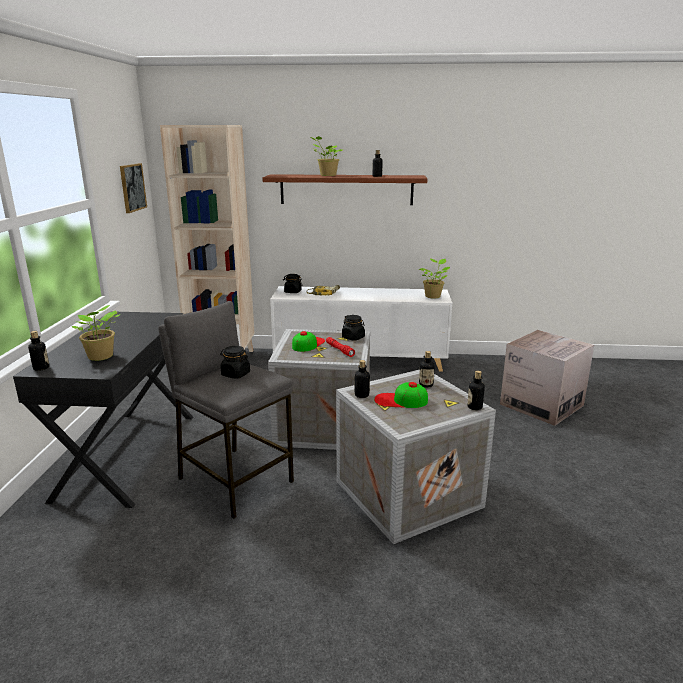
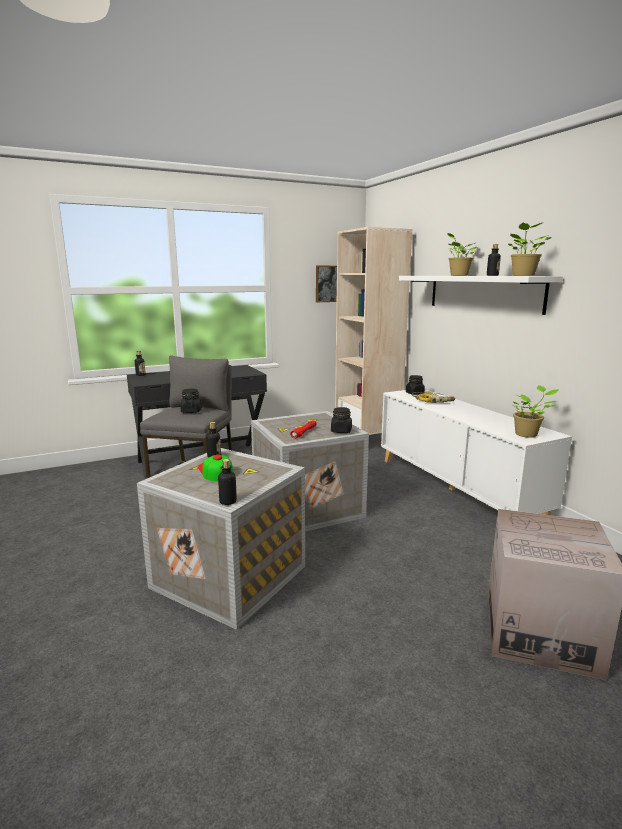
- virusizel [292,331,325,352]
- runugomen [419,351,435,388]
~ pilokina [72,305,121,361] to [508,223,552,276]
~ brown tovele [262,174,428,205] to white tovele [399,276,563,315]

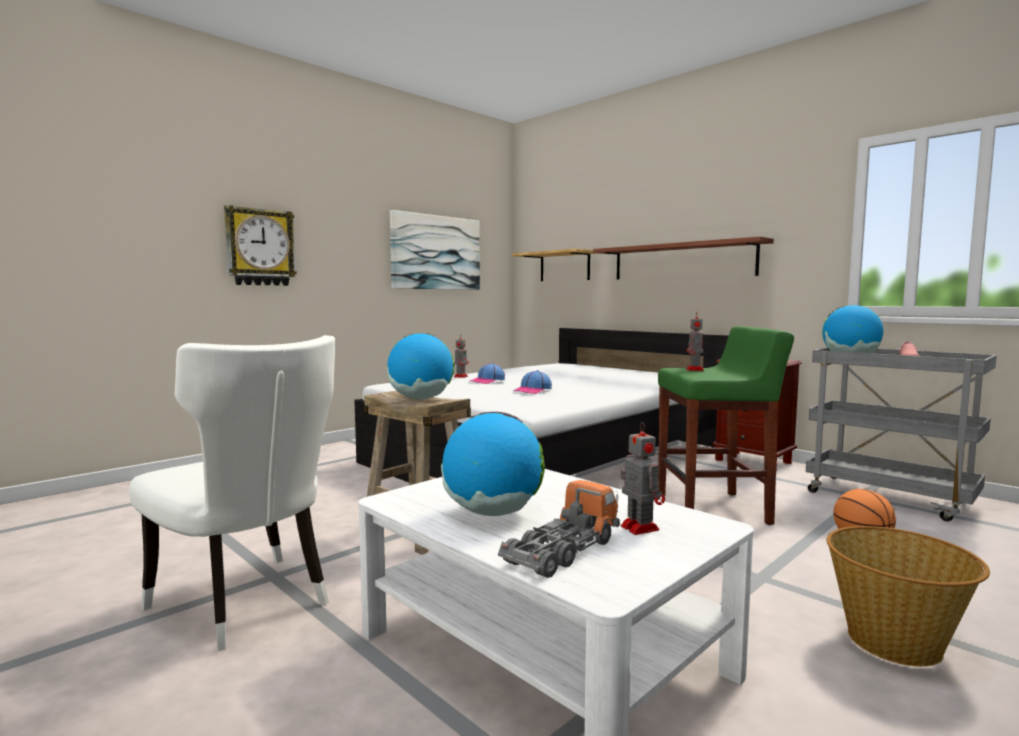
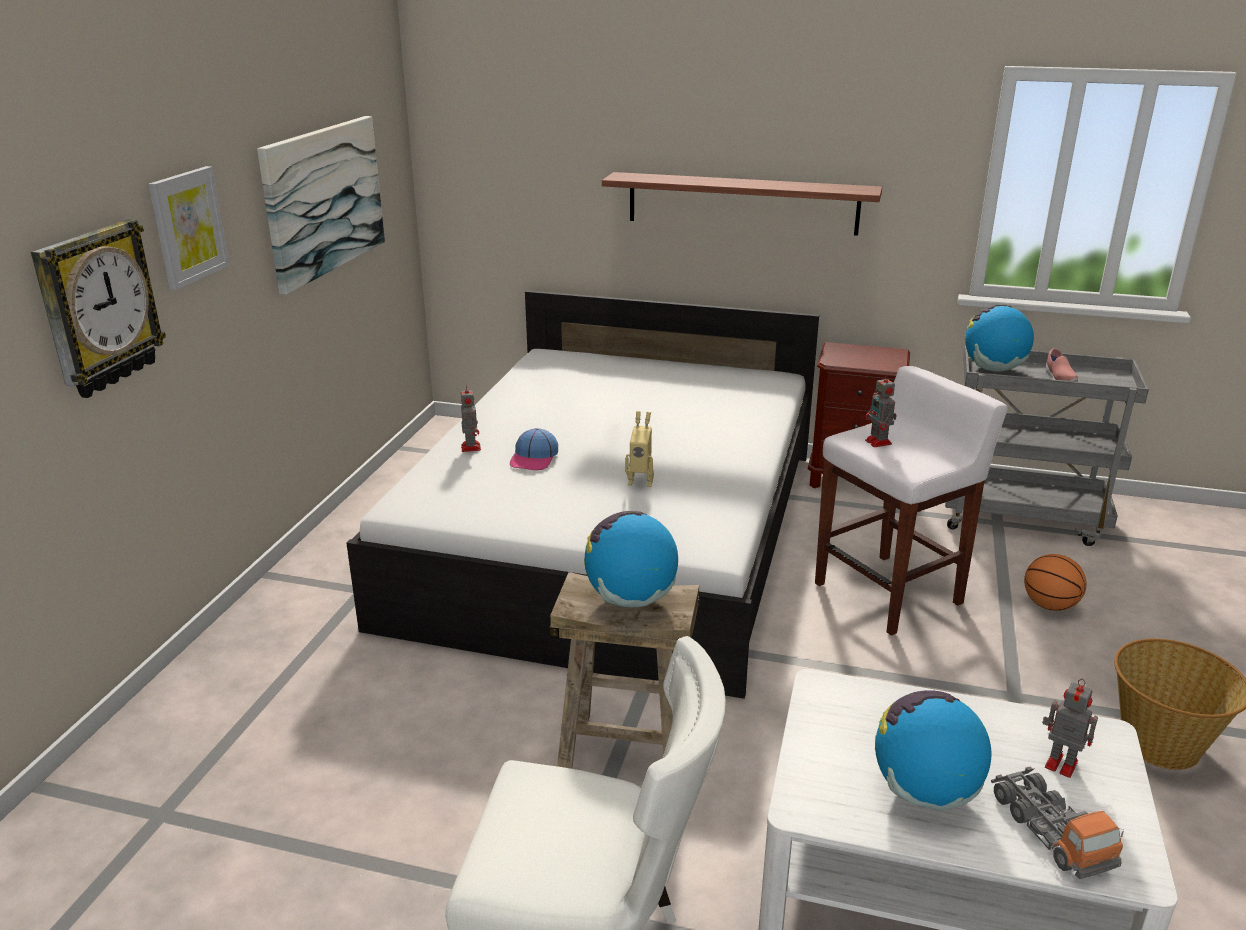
- tovele [512,249,596,281]
+ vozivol [148,166,230,290]
~ virusizel [513,370,552,394] to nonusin [625,411,654,487]
~ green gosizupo [658,326,794,525] to white gosizupo [815,366,1008,636]
~ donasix [498,480,620,578] = [991,766,1124,879] 150 degrees clockwise

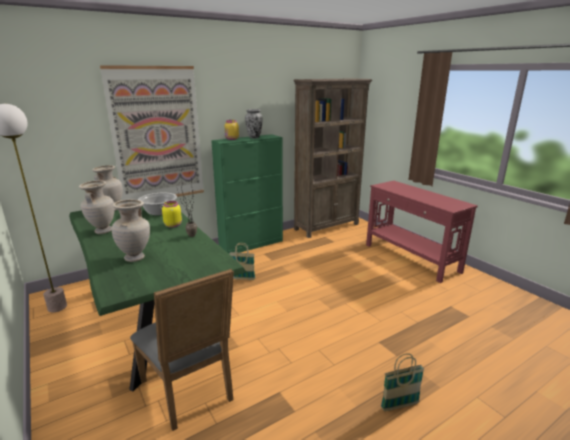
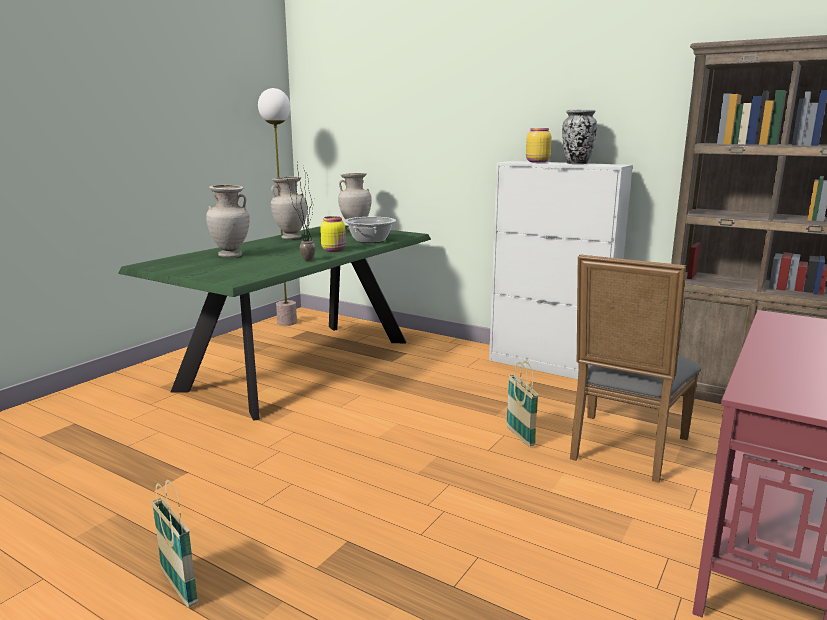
- vozivol [100,65,204,200]
~ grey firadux [130,269,234,431] to [570,254,702,483]
~ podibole [229,242,255,280] to [506,361,539,446]
~ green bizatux [211,134,283,254] to white bizatux [489,161,633,379]

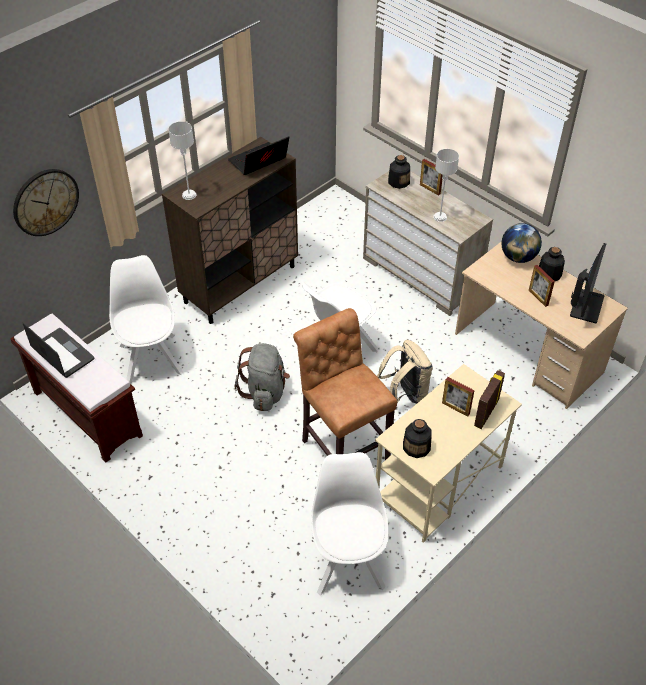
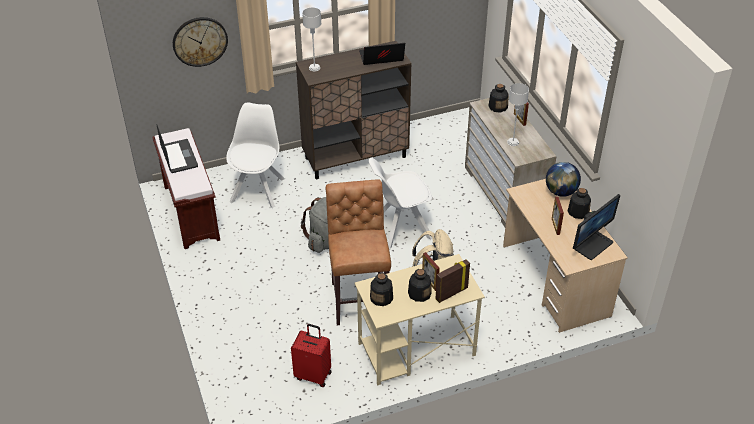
+ runugomen [408,269,432,302]
~ white firadux [311,452,388,596] to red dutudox [291,324,331,387]

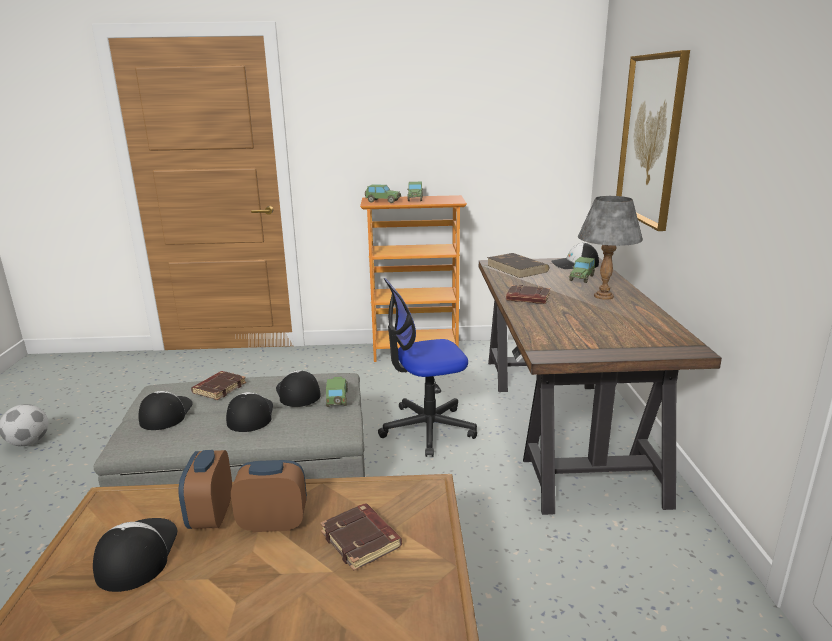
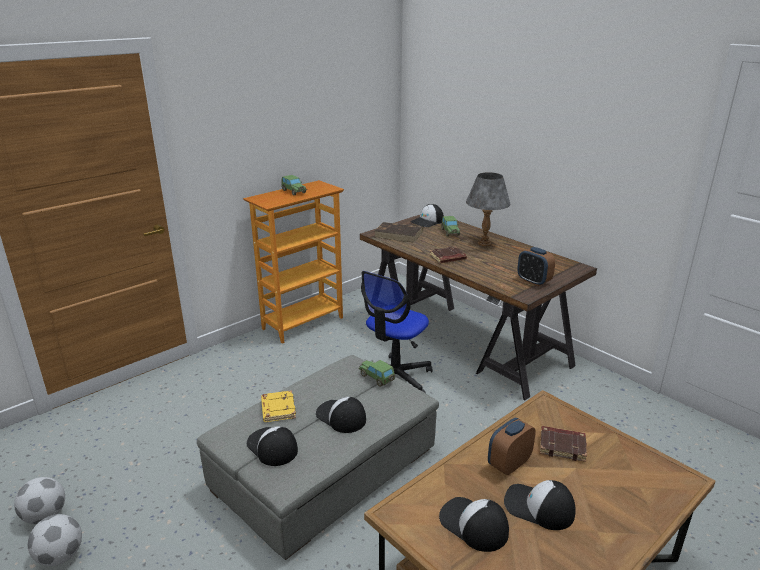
- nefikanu [365,184,401,203]
- vozivol [616,50,690,231]
+ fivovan [14,477,65,524]
~ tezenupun [178,450,232,529] to [517,247,555,286]
~ virusizel [276,370,321,407] to [504,480,576,530]
~ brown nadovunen [191,371,246,400] to yellow nadovunen [261,390,296,422]

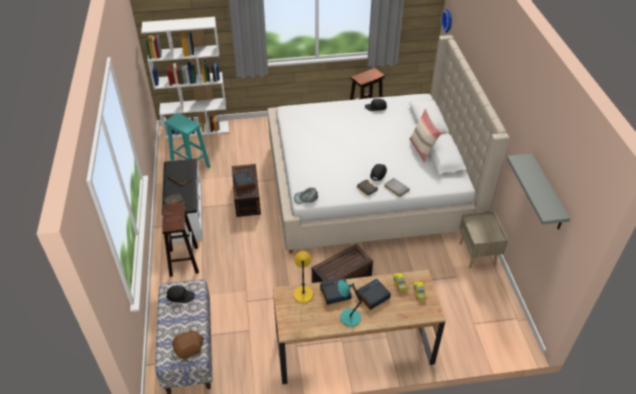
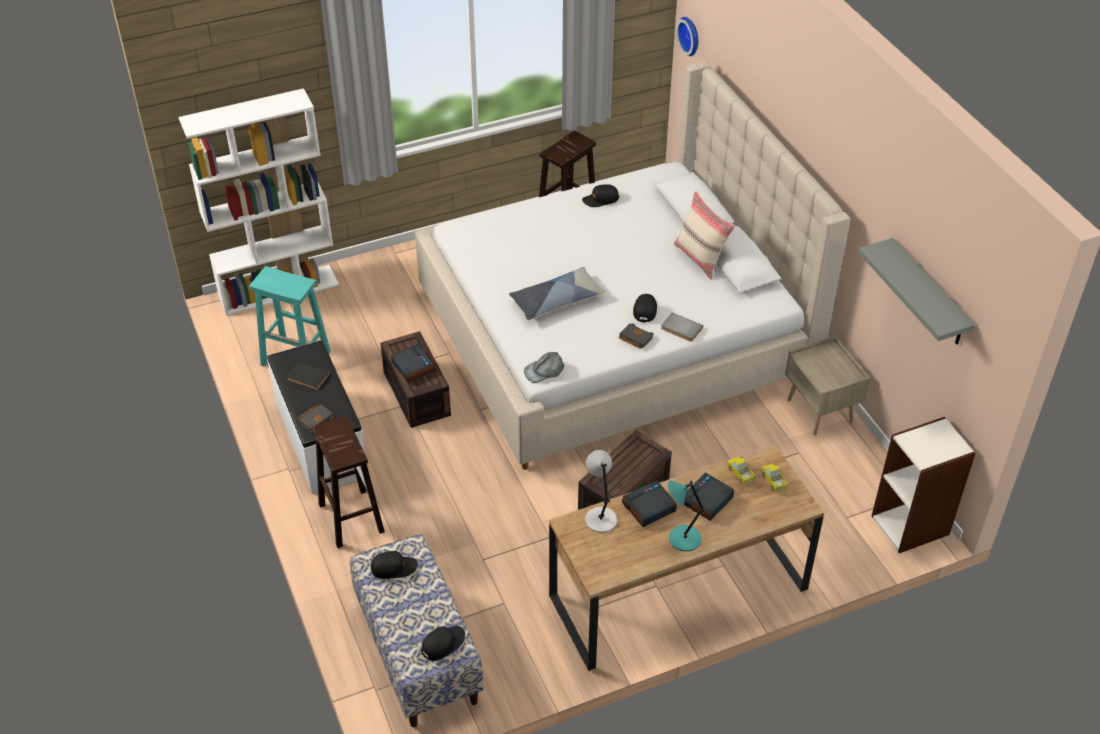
+ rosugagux [509,267,605,320]
+ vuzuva [871,417,976,553]
~ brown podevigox [172,328,204,360] to black virusizel [422,626,465,661]
~ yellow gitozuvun [294,251,314,303] to grey gitozuvun [585,450,617,533]

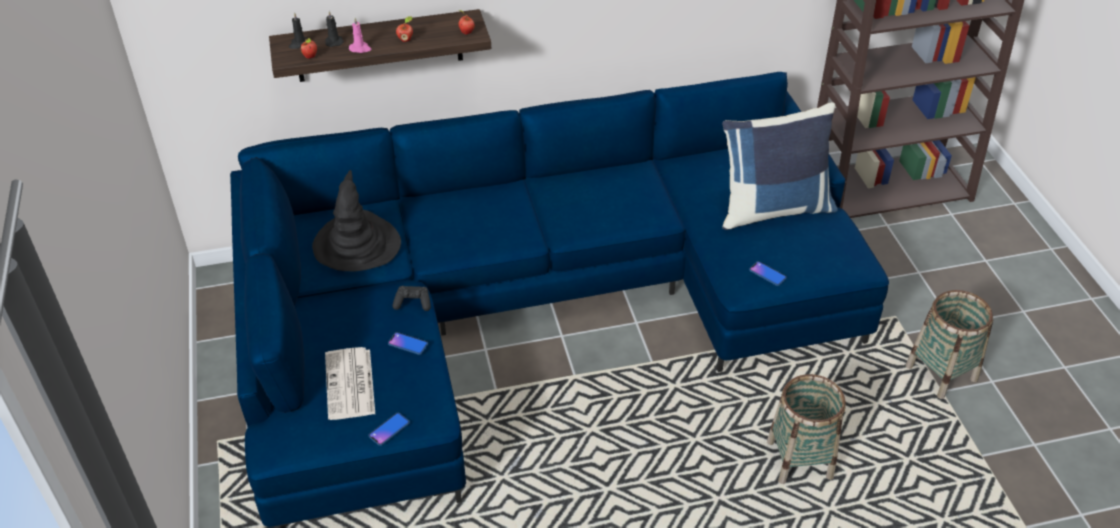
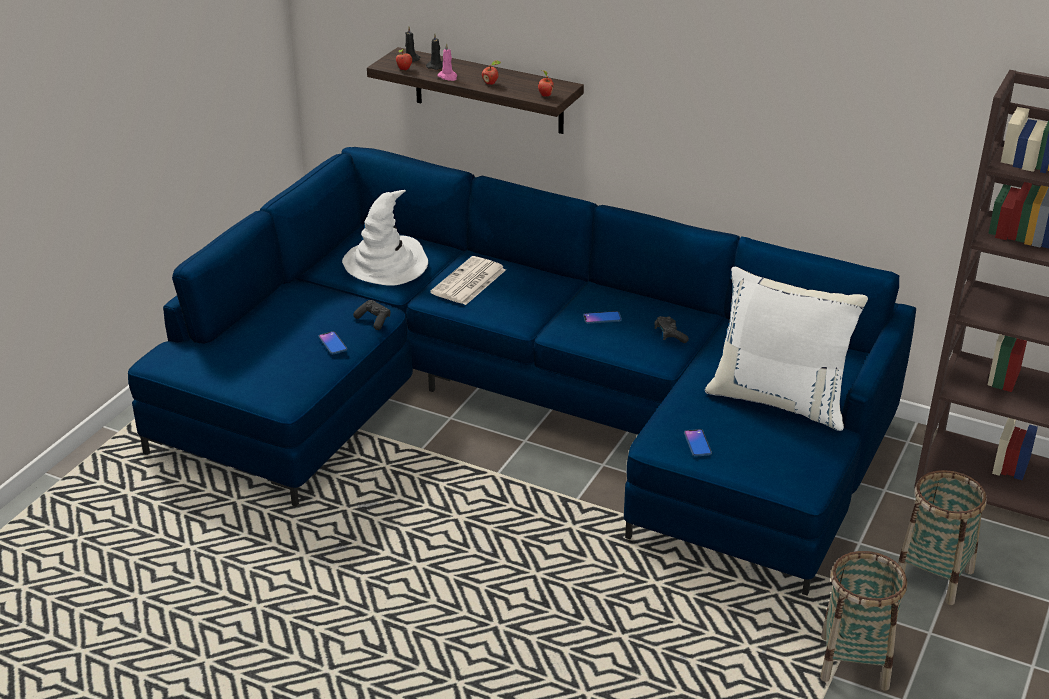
+ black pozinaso [654,316,689,343]
~ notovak [325,347,375,420] to [430,256,506,305]
~ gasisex [368,413,410,446] to [583,311,622,324]
~ podibole [767,374,846,484] to [898,470,987,605]
~ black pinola [312,170,401,271] to white pinola [342,190,428,286]
~ blue rosugagux [722,102,838,230] to white rosugagux [705,267,868,431]

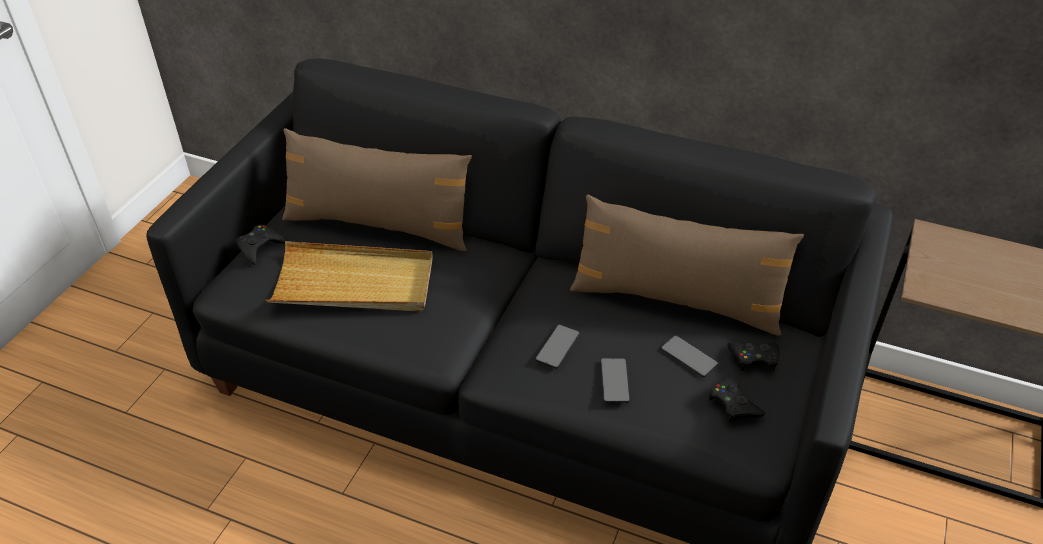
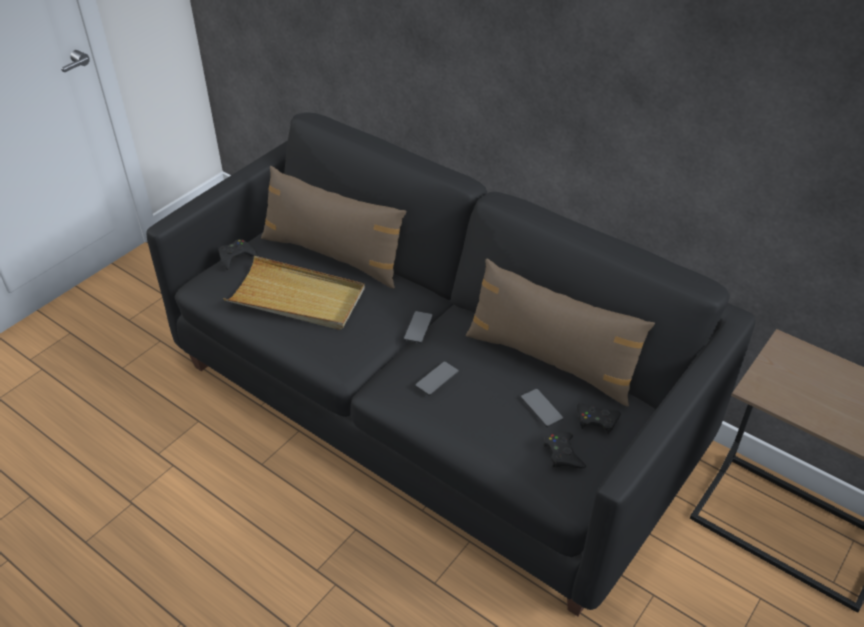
~ gasisex [601,358,630,403] to [404,311,433,343]

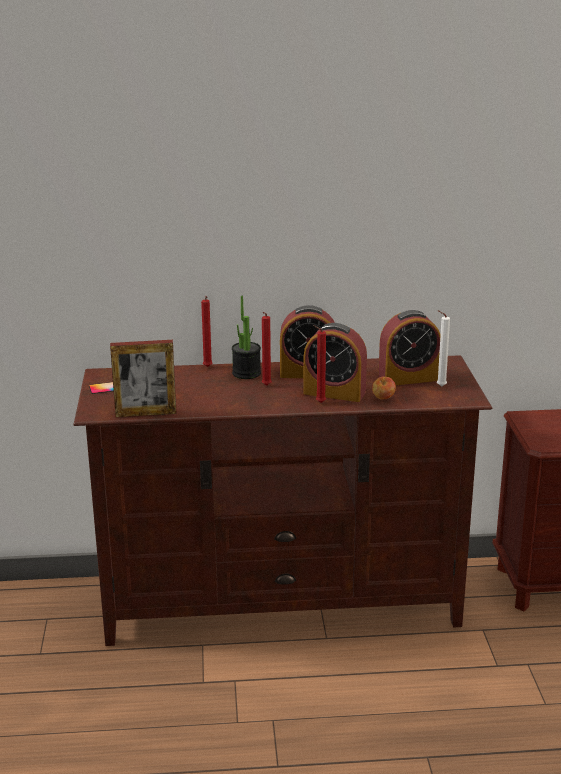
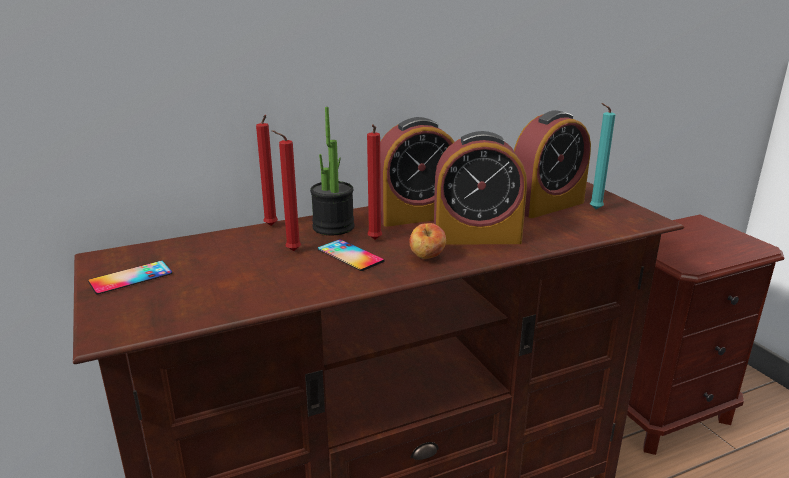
- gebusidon [110,340,177,418]
+ gasisex [318,239,384,271]
~ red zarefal [313,325,326,403] to [272,130,301,251]
~ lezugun [372,377,396,400] to [409,223,446,259]
~ white zarefal [437,310,450,387] to turquoise zarefal [590,103,616,209]

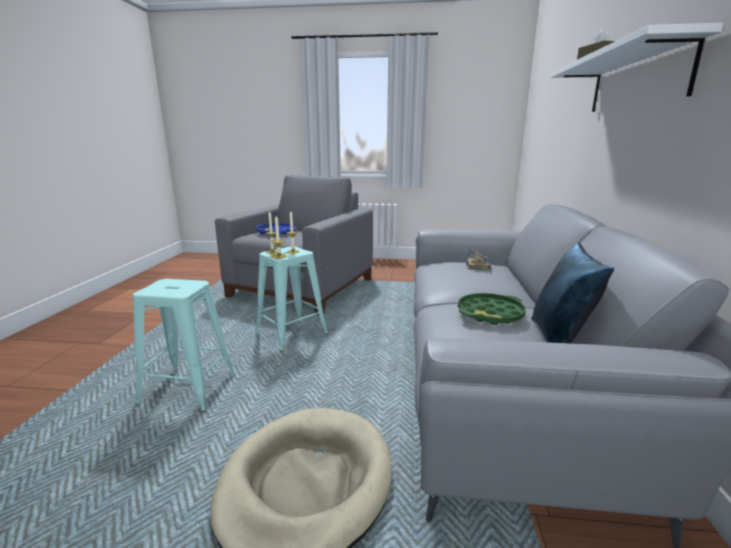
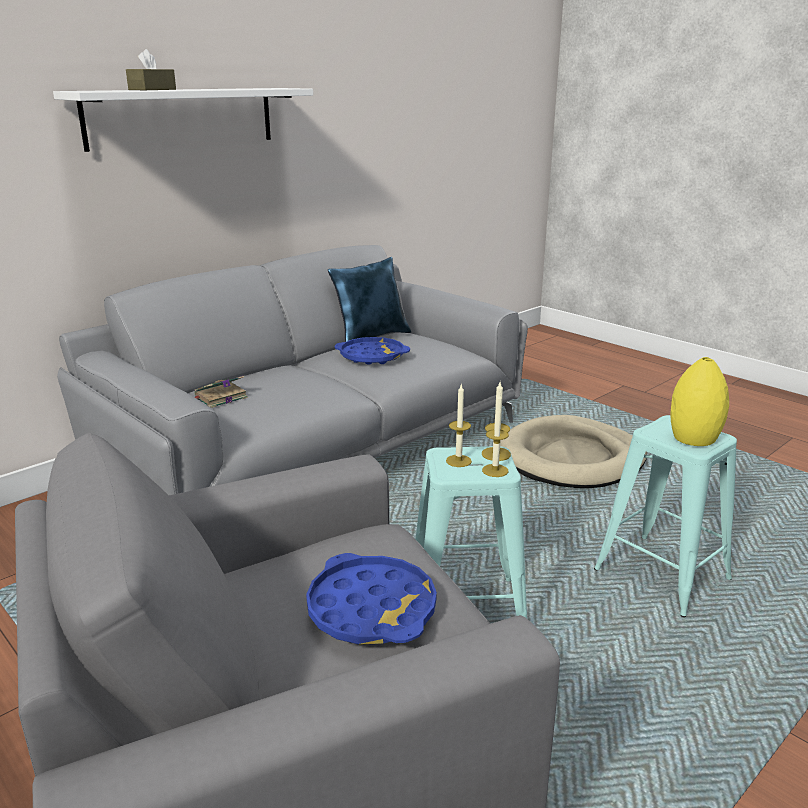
+ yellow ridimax [670,357,729,446]
~ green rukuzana [458,293,526,325] to blue rukuzana [335,337,410,365]

